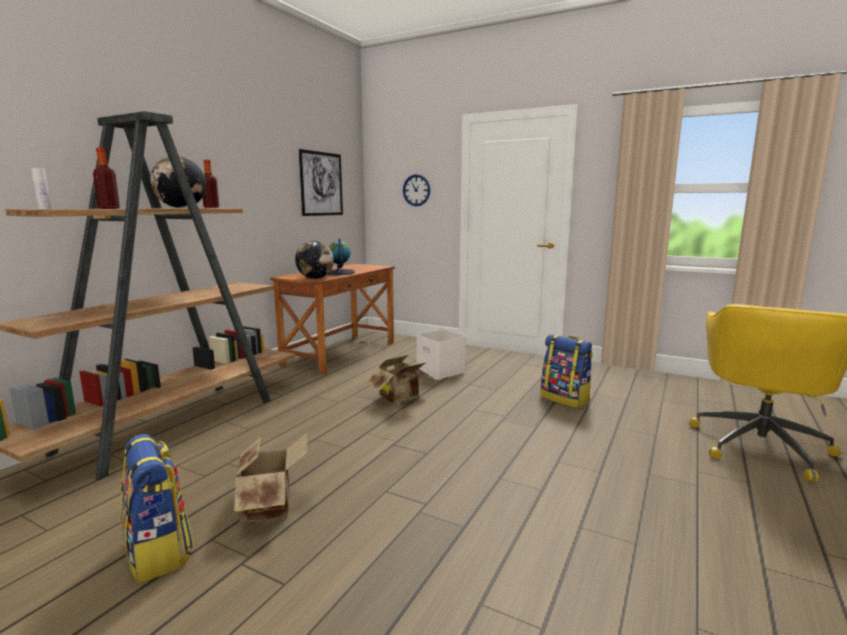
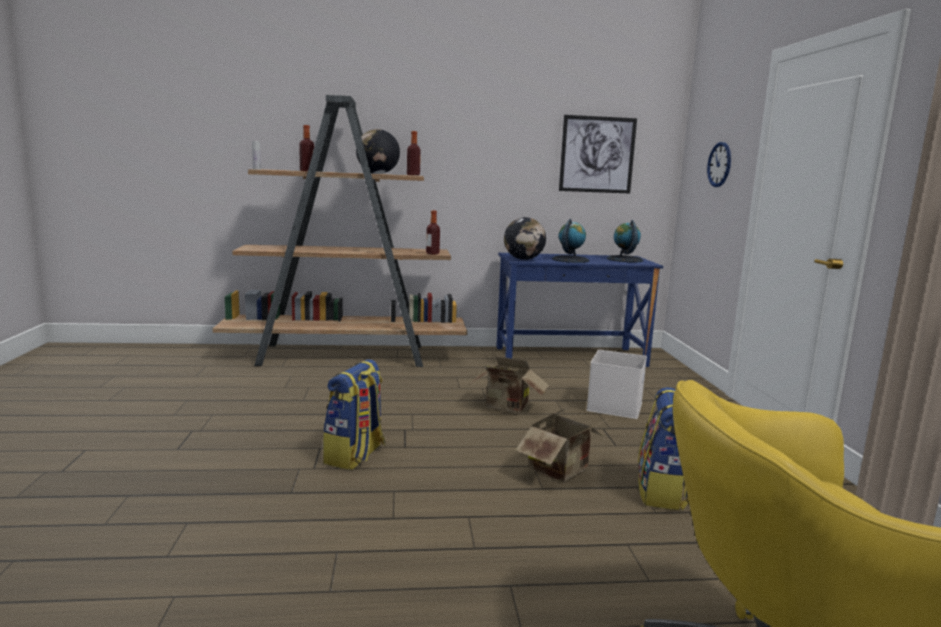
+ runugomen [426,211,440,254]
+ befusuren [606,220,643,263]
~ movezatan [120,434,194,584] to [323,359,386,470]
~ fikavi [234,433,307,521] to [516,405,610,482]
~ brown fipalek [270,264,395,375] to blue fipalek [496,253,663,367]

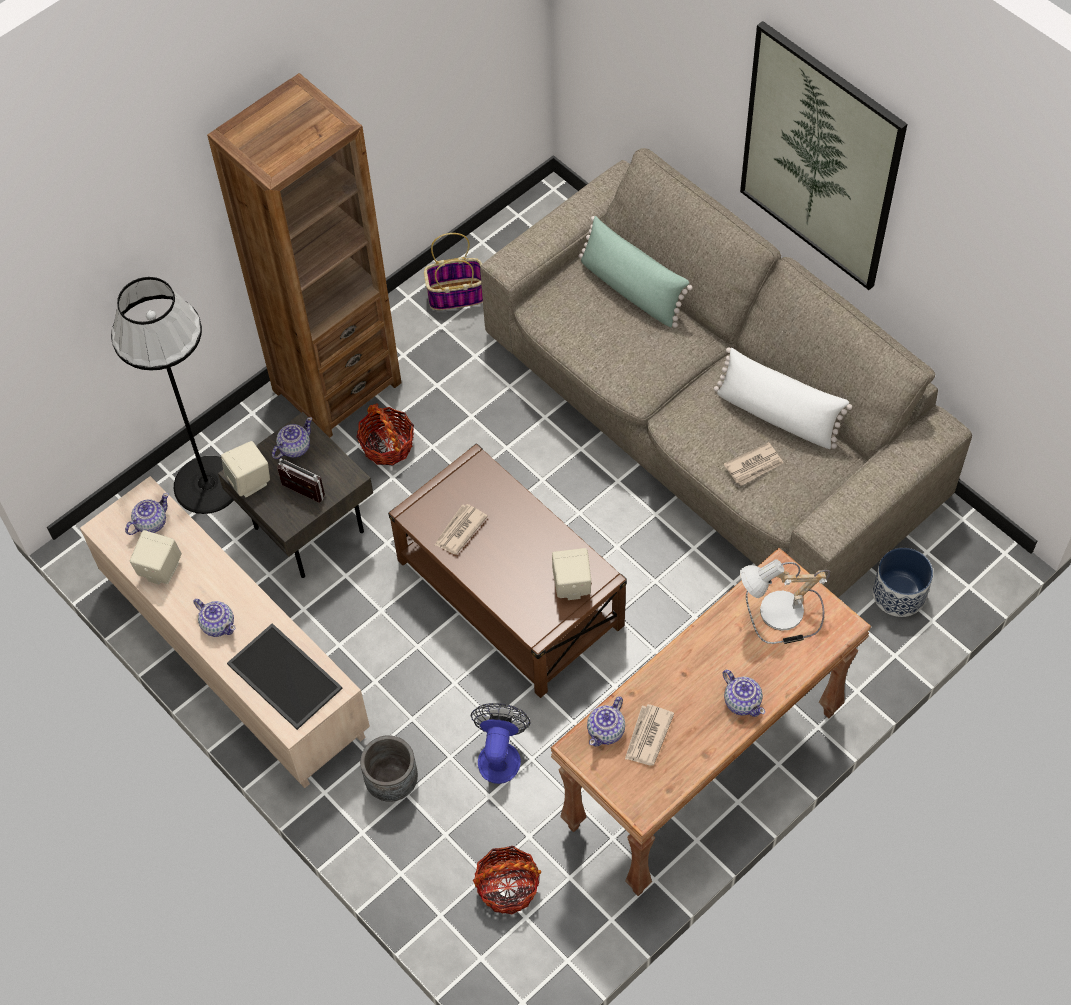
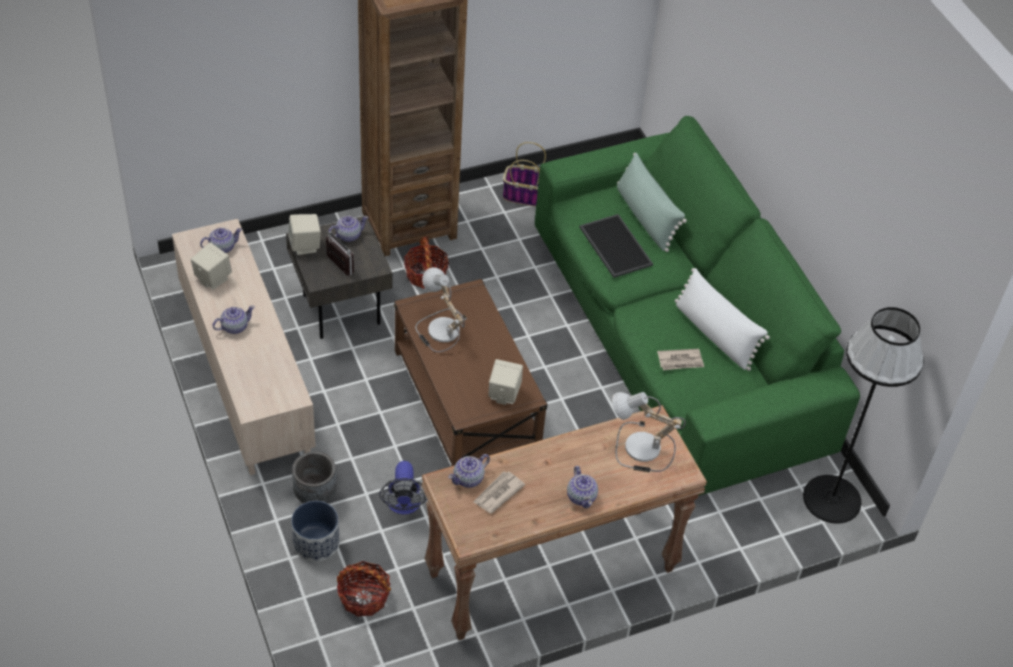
- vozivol [740,21,907,290]
~ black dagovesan [111,277,234,514] to [803,307,924,524]
~ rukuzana [227,623,343,730] to [579,214,653,278]
~ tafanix [873,548,933,617] to [291,501,339,562]
~ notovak [435,504,488,555] to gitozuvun [415,267,467,352]
~ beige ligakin [480,148,972,598] to green ligakin [535,116,860,496]
~ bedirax [193,599,235,637] = [212,306,255,334] 90 degrees counterclockwise
~ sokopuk [471,703,531,784] = [379,461,427,515] 150 degrees clockwise

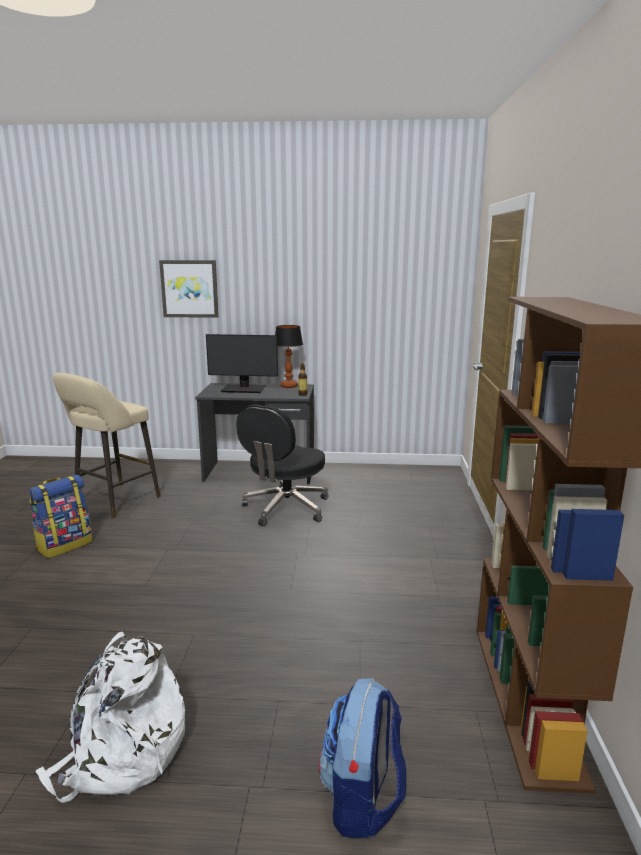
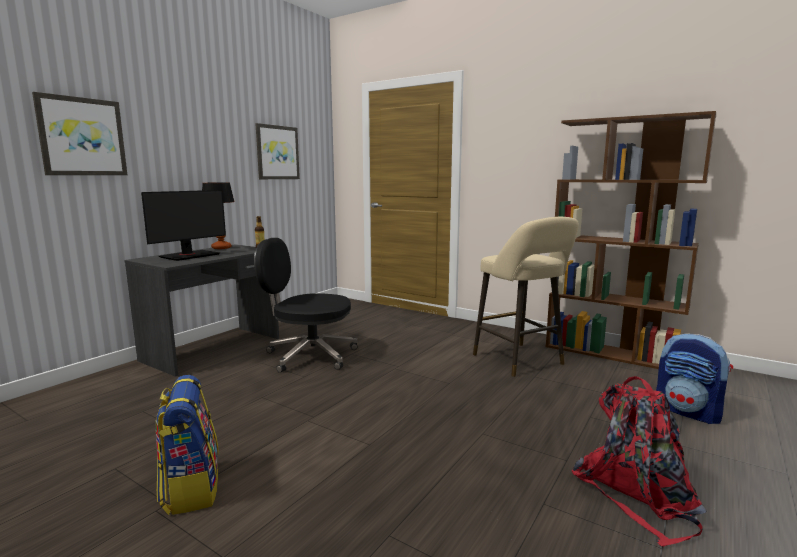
+ vozivol [255,123,300,179]
~ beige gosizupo [53,373,161,518] to [473,217,579,377]
~ white movezatan [36,632,185,803] to red movezatan [572,376,707,547]
~ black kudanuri [236,405,329,527] = [254,238,358,373] 135 degrees clockwise

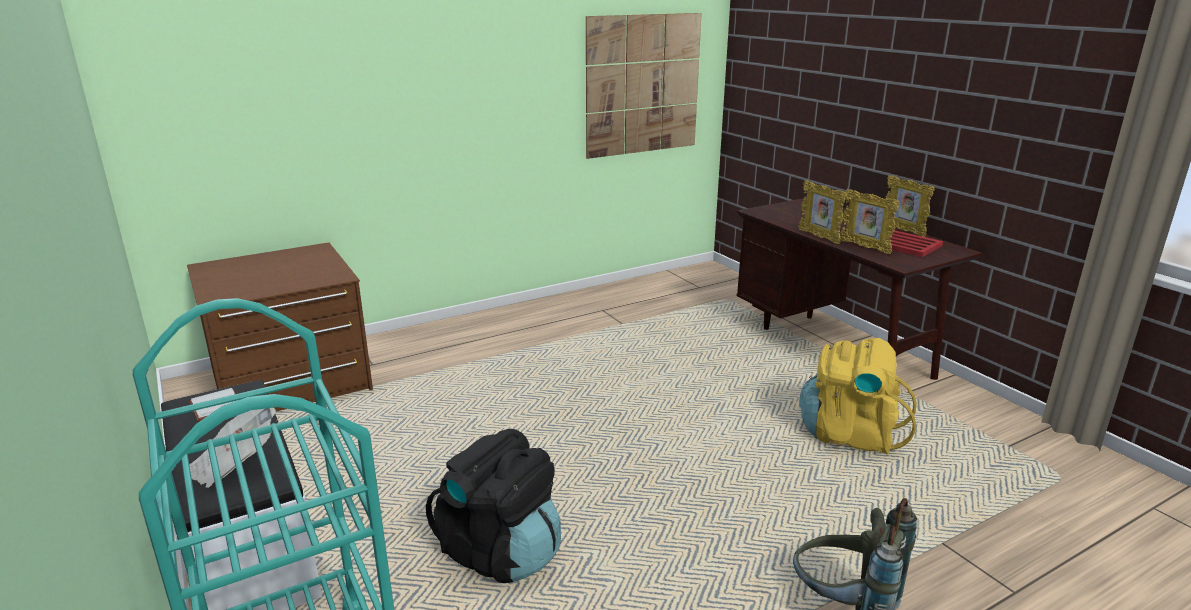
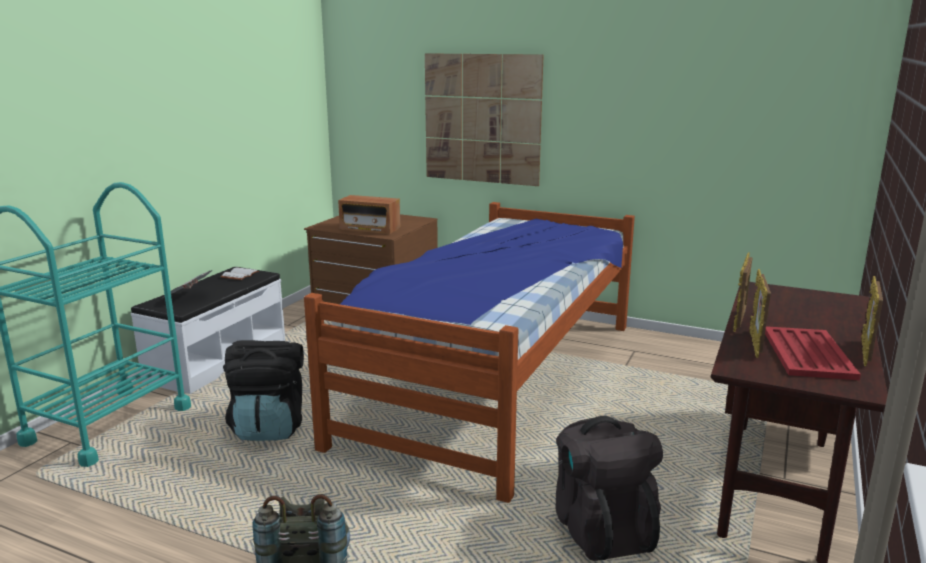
+ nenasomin [304,202,635,503]
+ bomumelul [338,195,401,234]
~ vozivol [586,13,702,159] to [425,53,544,186]
~ yellow movezatan [799,338,917,454] to black movezatan [556,416,663,561]

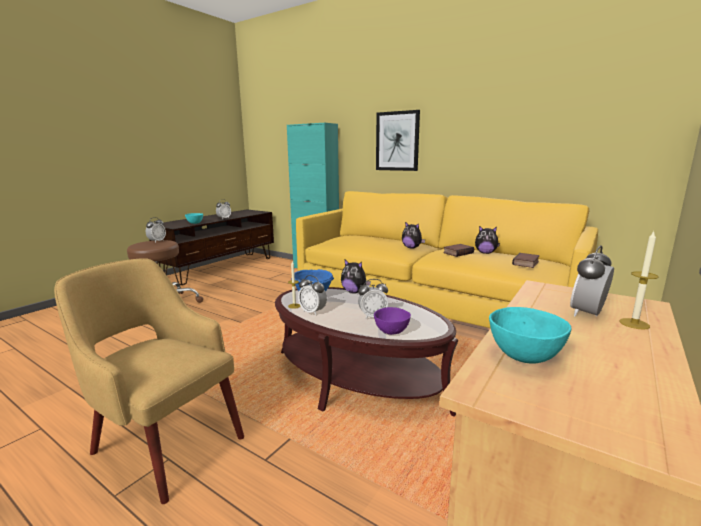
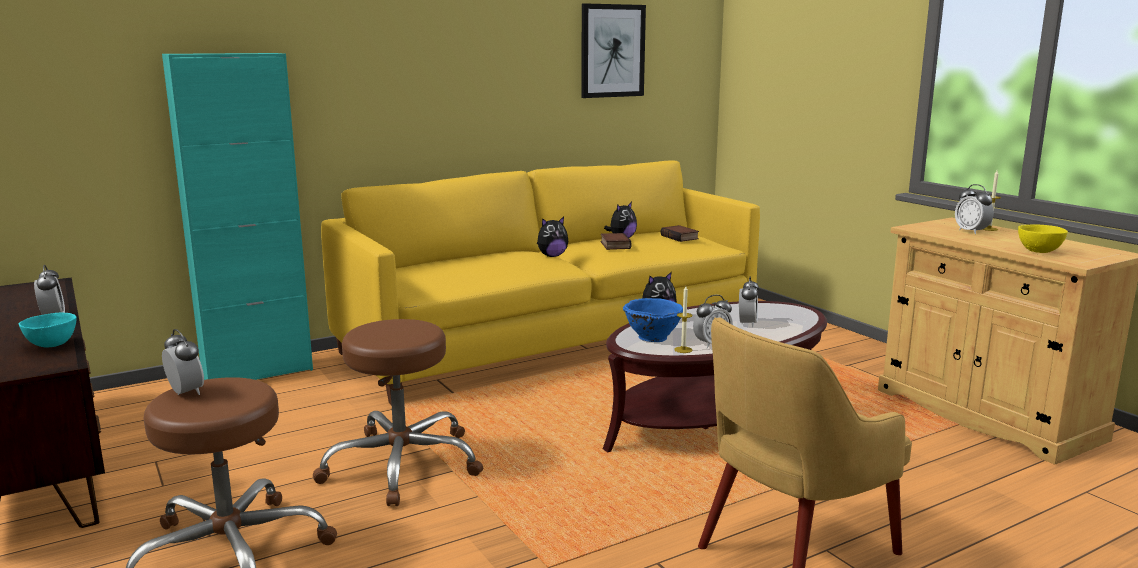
- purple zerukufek [374,307,411,335]
+ brown gosizupo [313,319,483,506]
~ vozivol [376,110,420,171] to [581,3,646,98]
~ turquoise zerukufek [489,307,572,364] to yellow zerukufek [1018,225,1068,253]

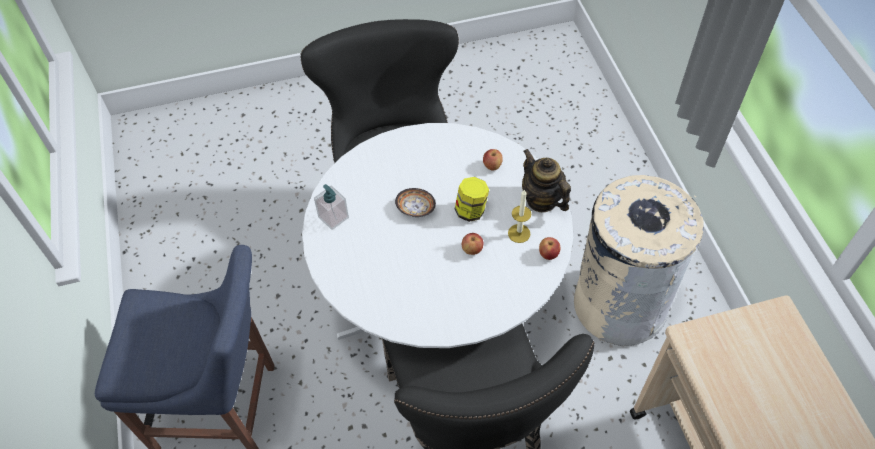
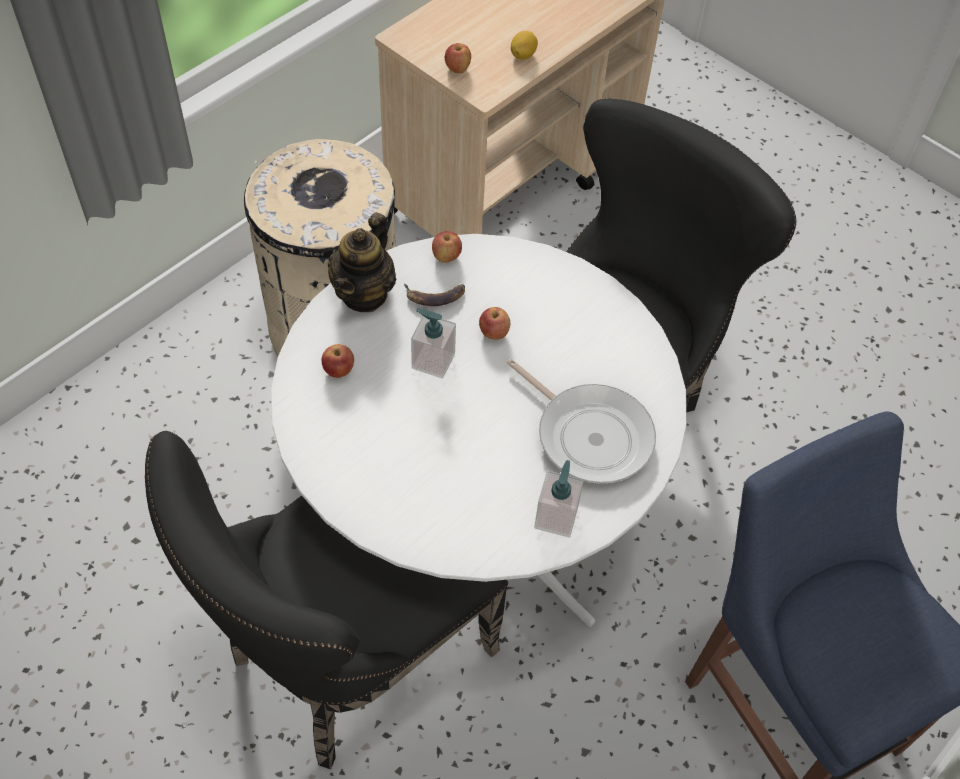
- zerukufek [395,188,436,217]
+ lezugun [445,43,471,73]
+ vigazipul [507,359,656,484]
+ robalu [511,31,538,60]
~ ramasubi [455,177,489,222] to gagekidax [411,309,456,379]
~ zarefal [508,189,531,243] to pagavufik [404,284,465,306]

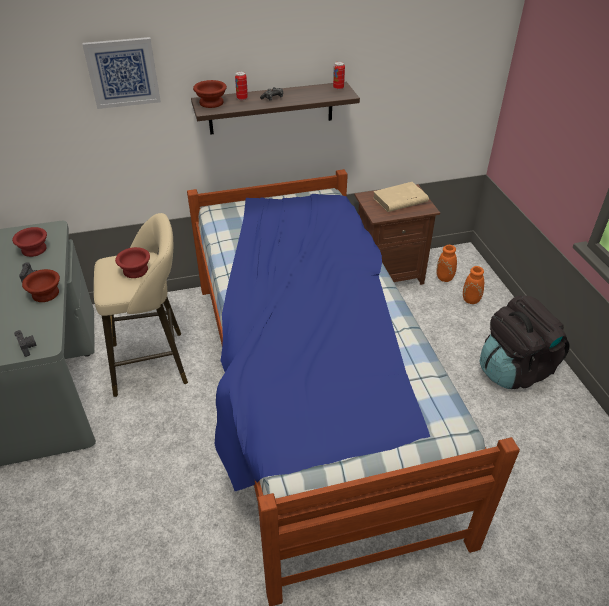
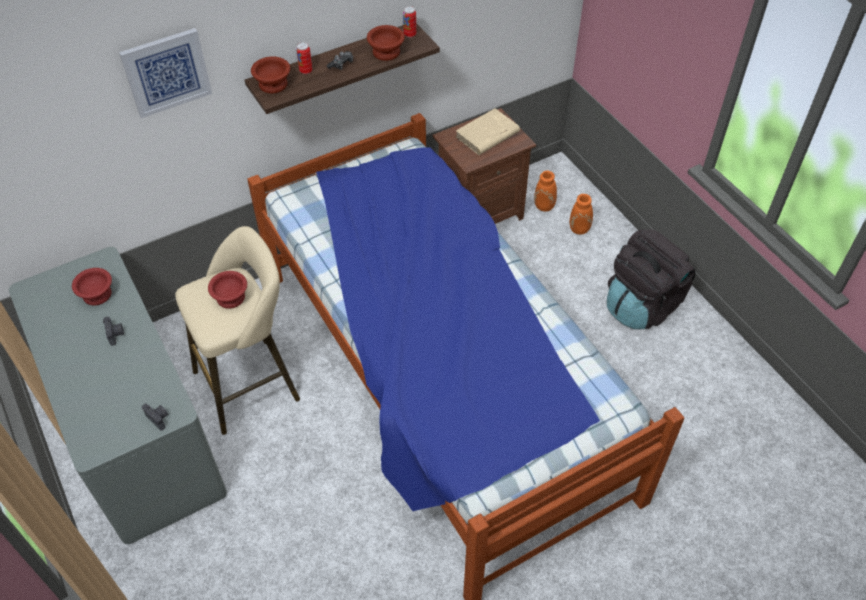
~ brown zerukufek [22,269,60,302] to [367,25,405,61]

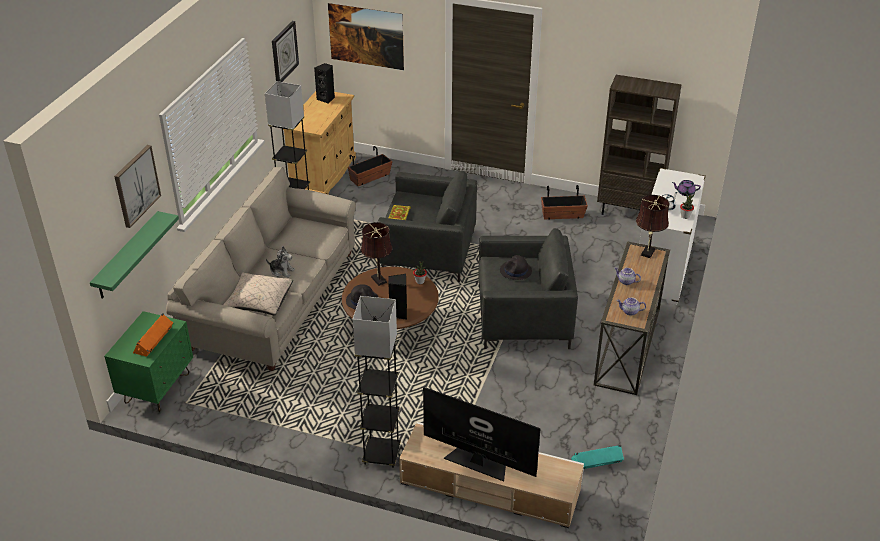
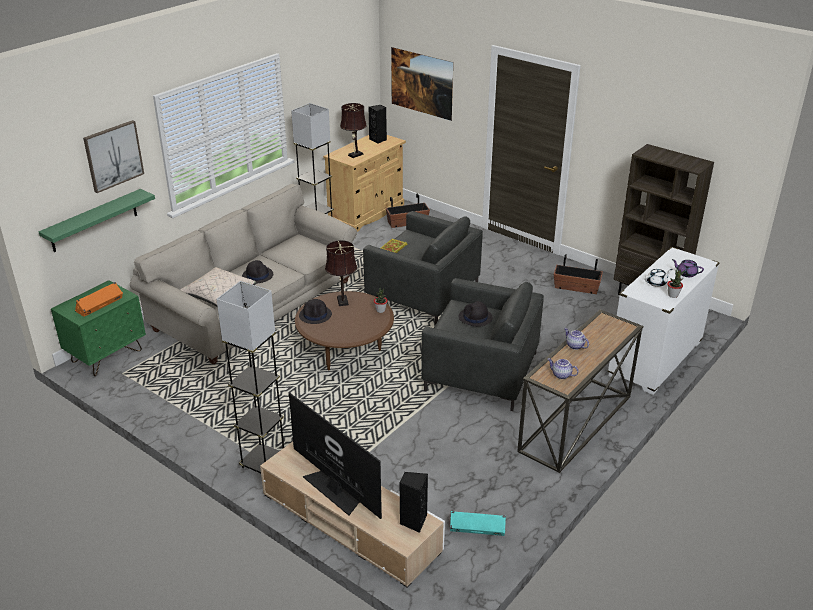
- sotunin [272,21,299,82]
~ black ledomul [388,274,407,320] to [399,472,428,533]
~ brown gitozuvun [636,195,670,258] to [340,103,367,158]
~ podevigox [266,246,295,278] to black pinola [242,260,273,284]

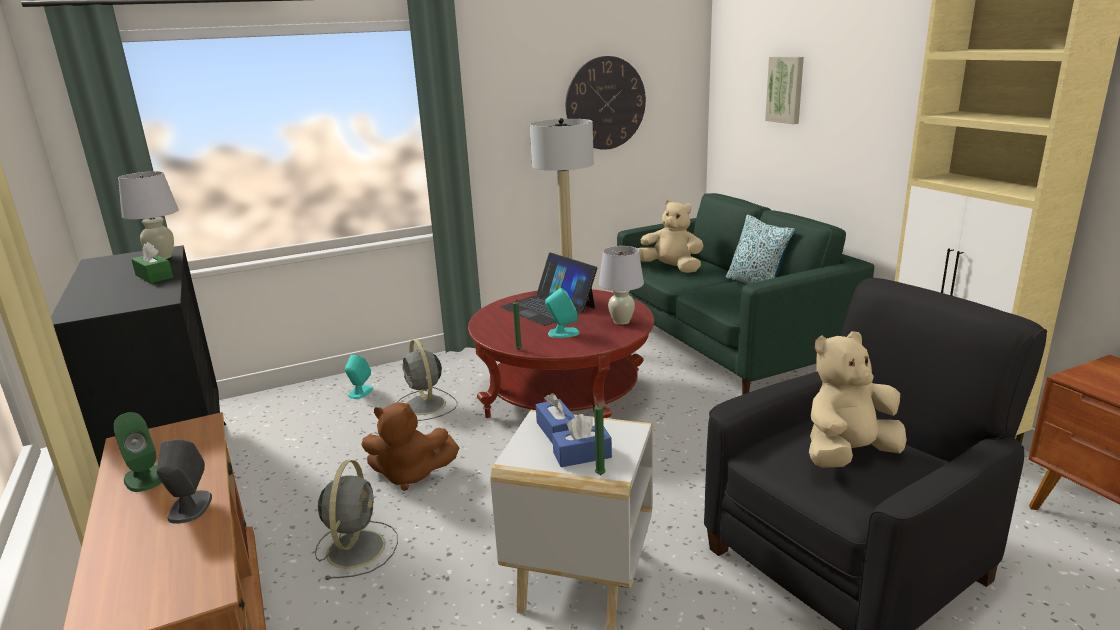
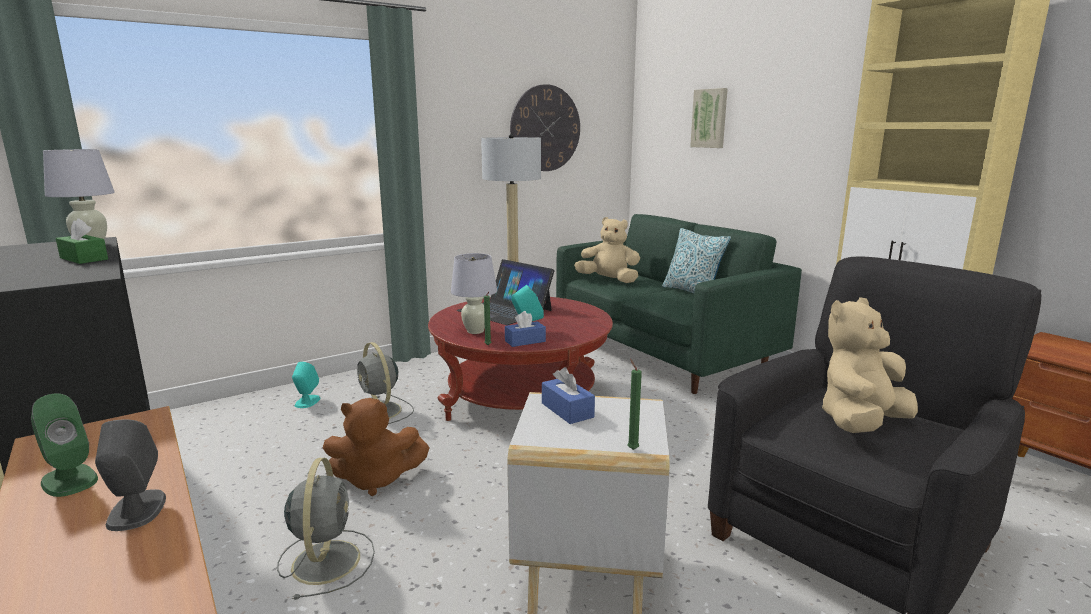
~ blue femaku [552,414,612,467] to [505,311,546,347]
~ white gitozuvun [599,246,644,325] to [451,253,497,334]

